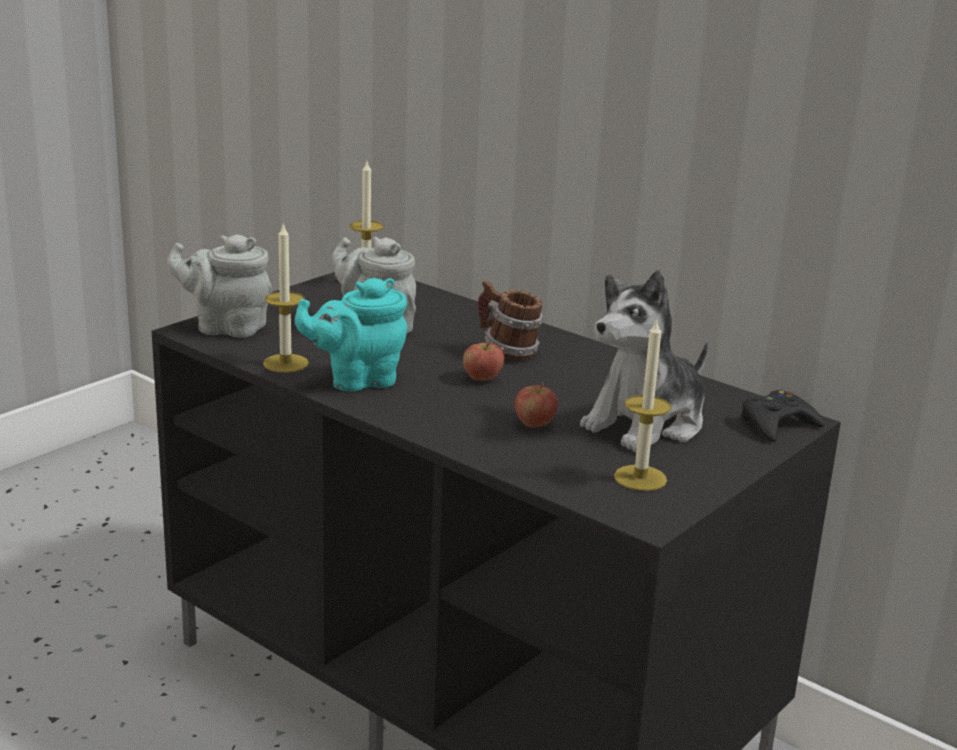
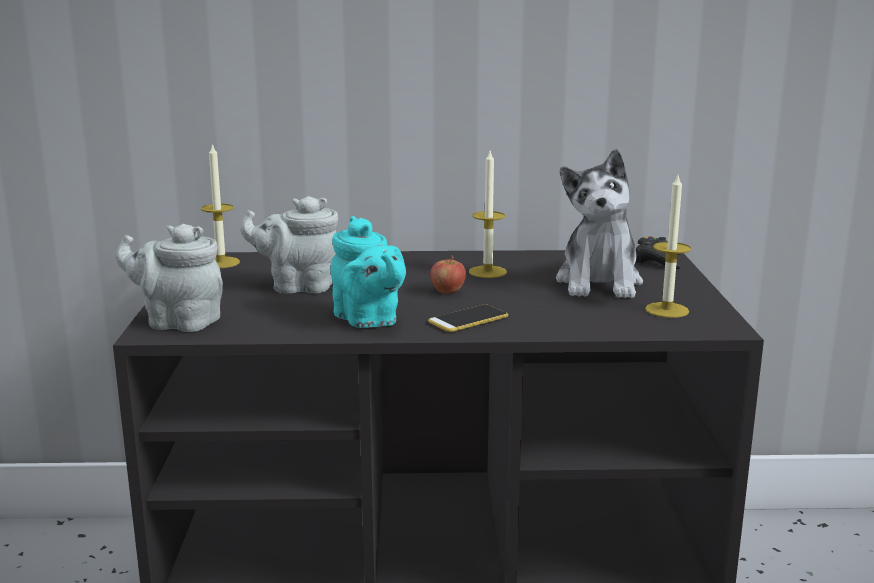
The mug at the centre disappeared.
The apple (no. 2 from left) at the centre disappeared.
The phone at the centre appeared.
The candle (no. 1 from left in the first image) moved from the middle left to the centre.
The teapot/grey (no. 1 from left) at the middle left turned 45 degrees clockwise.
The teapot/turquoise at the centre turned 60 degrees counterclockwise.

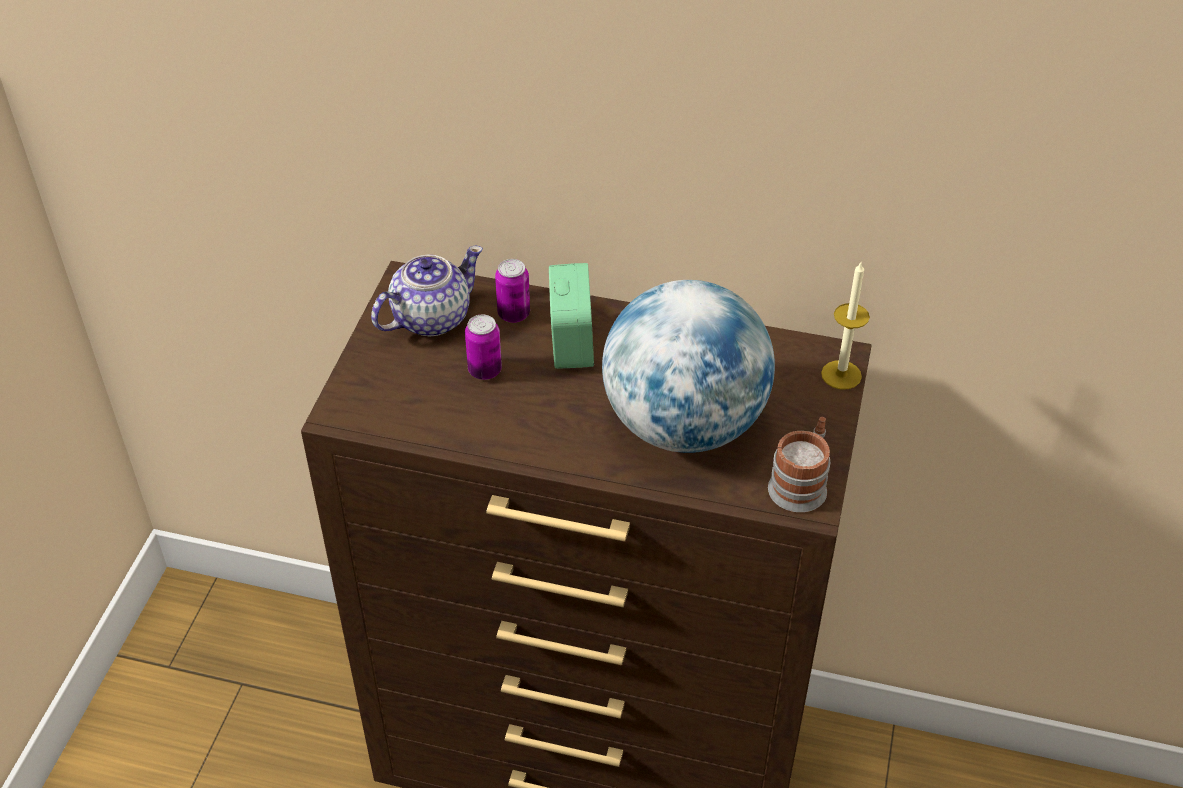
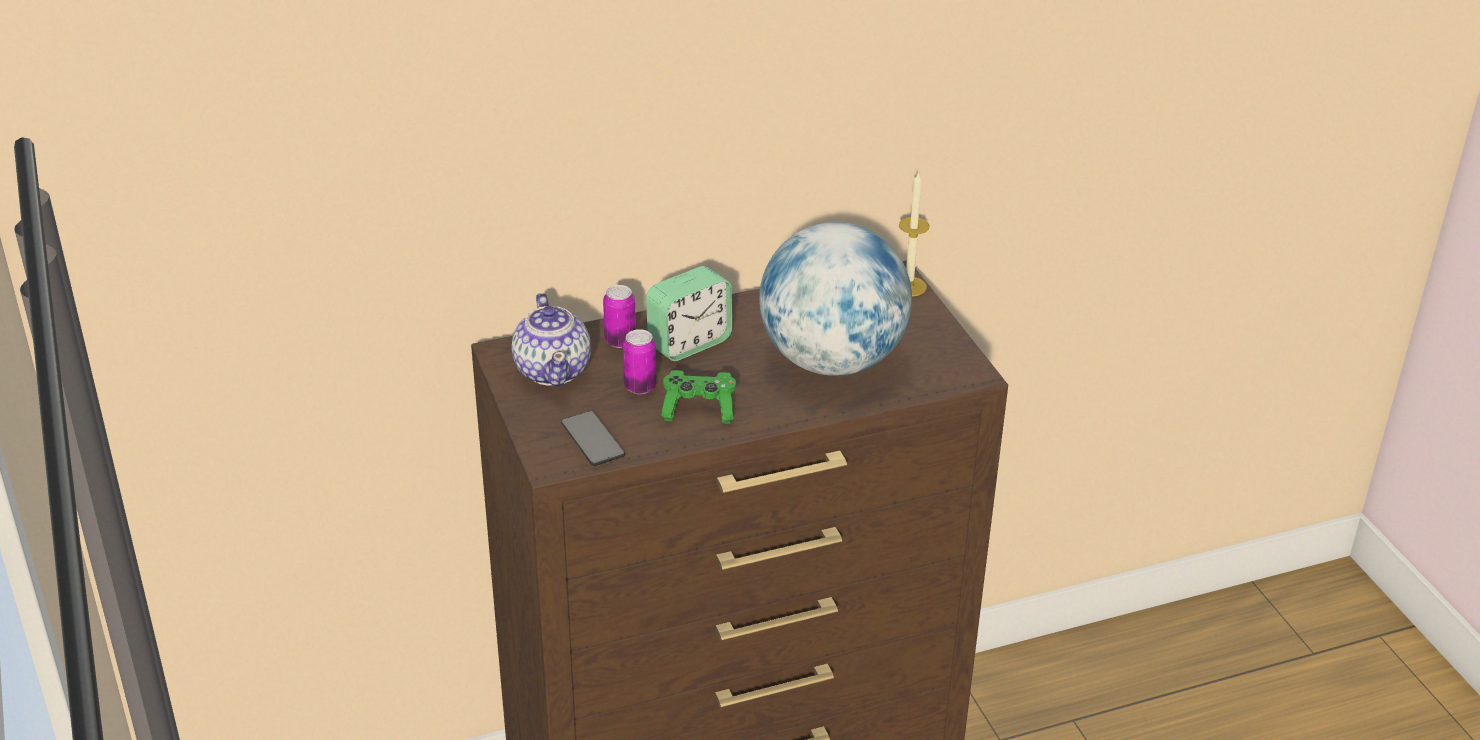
The mug at the middle right disappeared.
The phone at the centre appeared.
The game controller/green at the centre appeared.
The teapot at the centre turned 150 degrees clockwise.
The alarm clock at the centre turned 90 degrees clockwise.

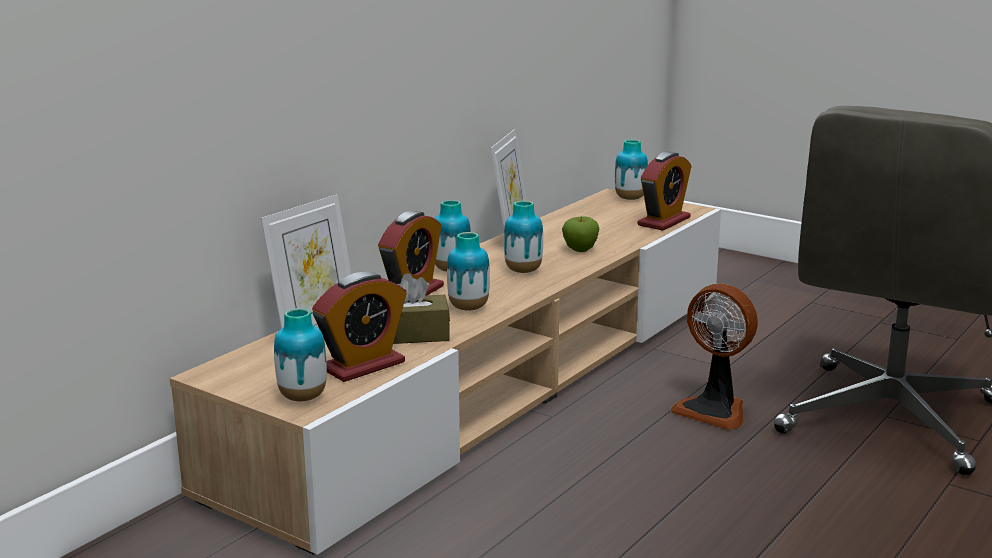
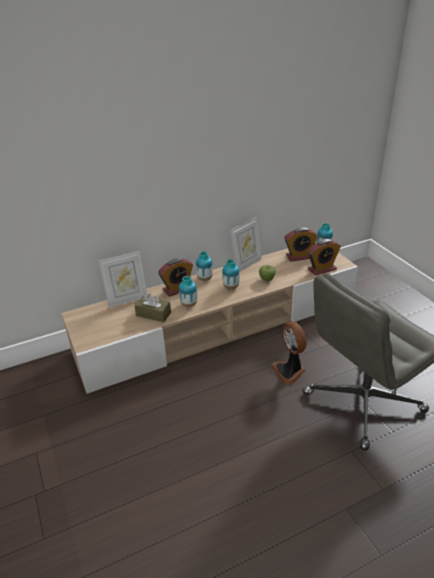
The vase (no. 1 from left) at the middle left disappeared.
The alarm clock (no. 1 from left in the first image) moved from the centre to the middle right.

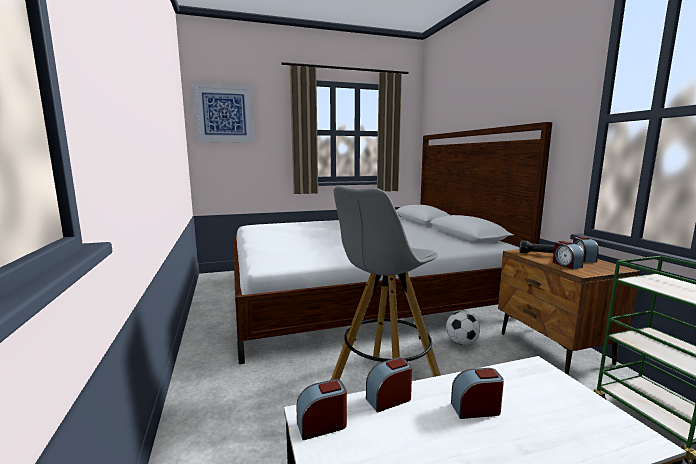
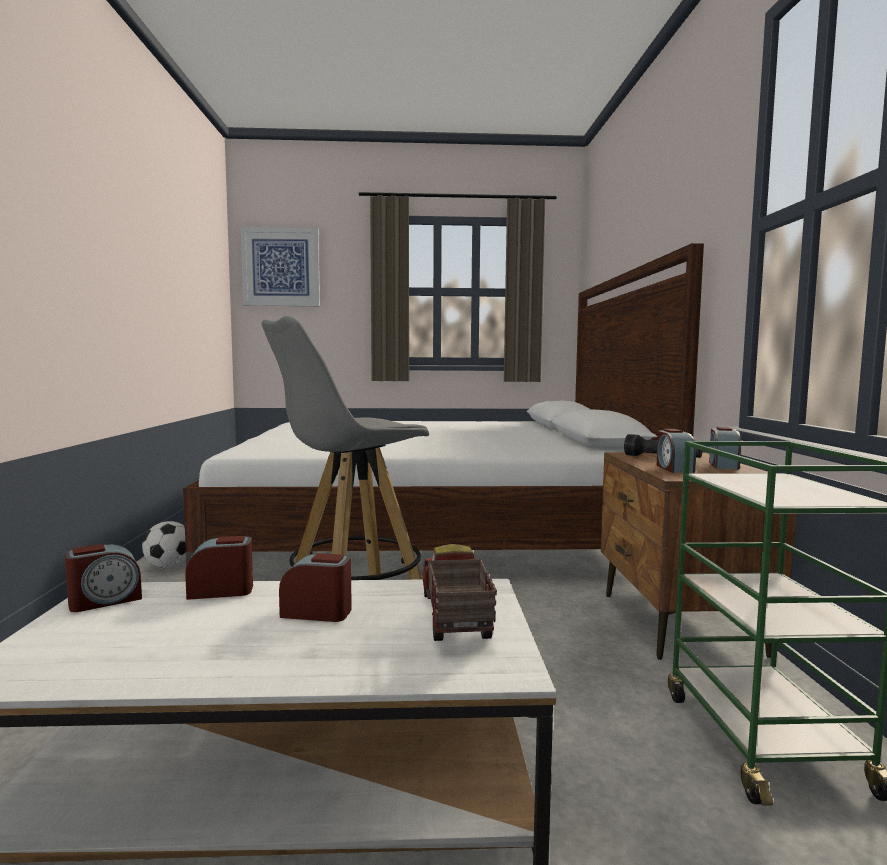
The toy truck at the bottom centre appeared.
The football moved from the bottom centre to the middle left.
The alarm clock (no. 1 from left) at the bottom centre turned 150 degrees clockwise.

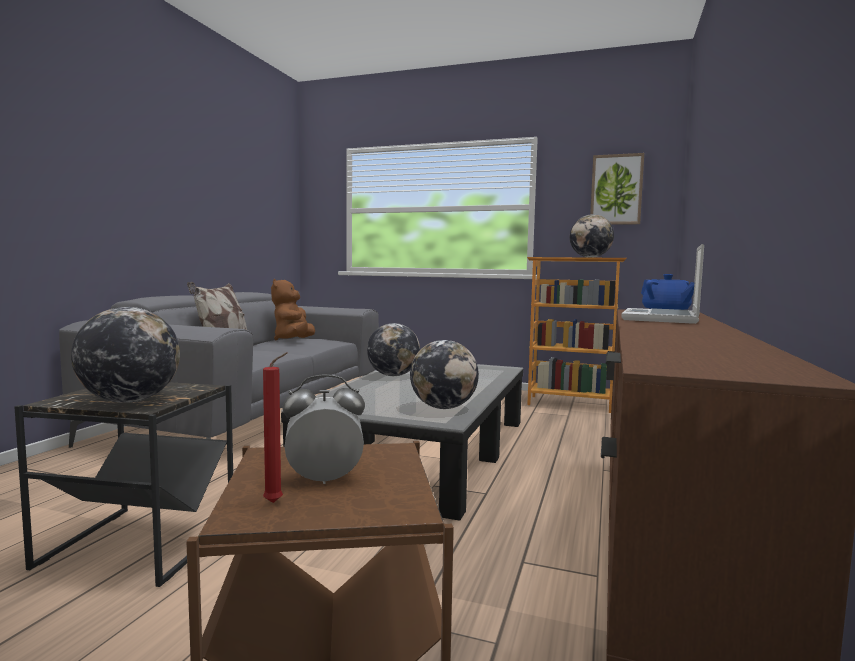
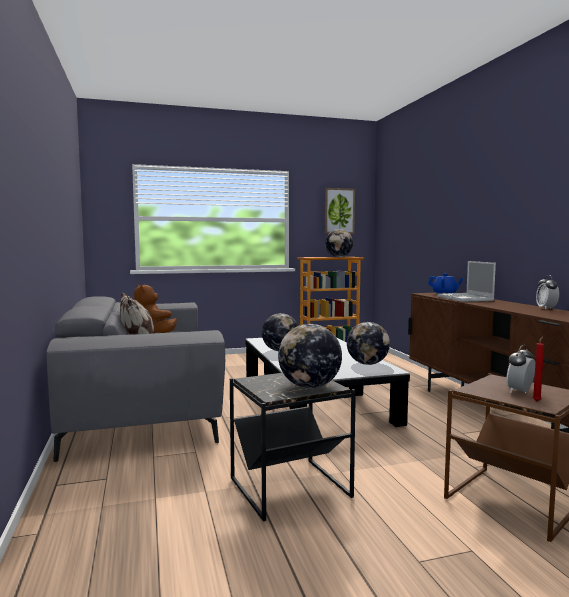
The alarm clock (no. 2 from left) at the middle right appeared.

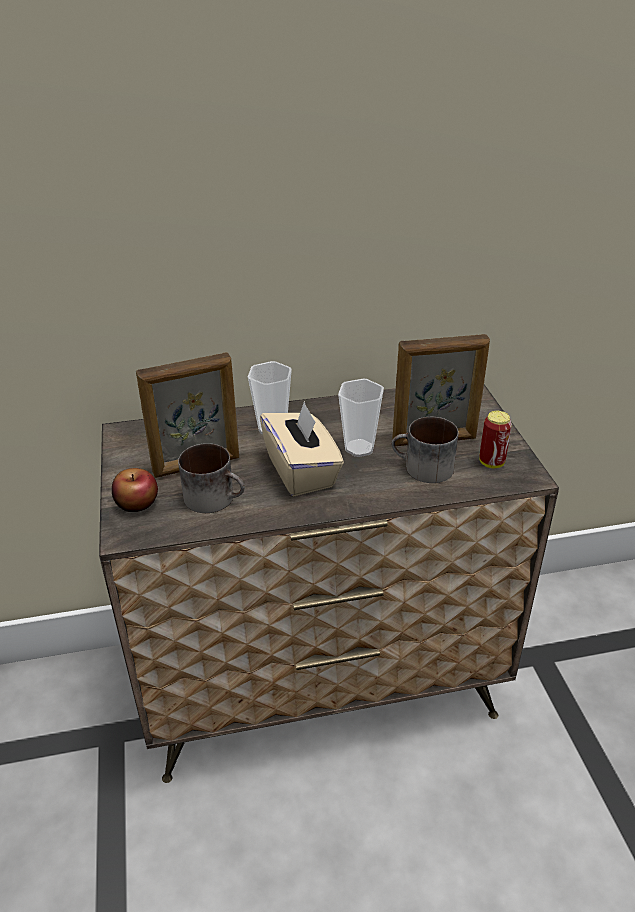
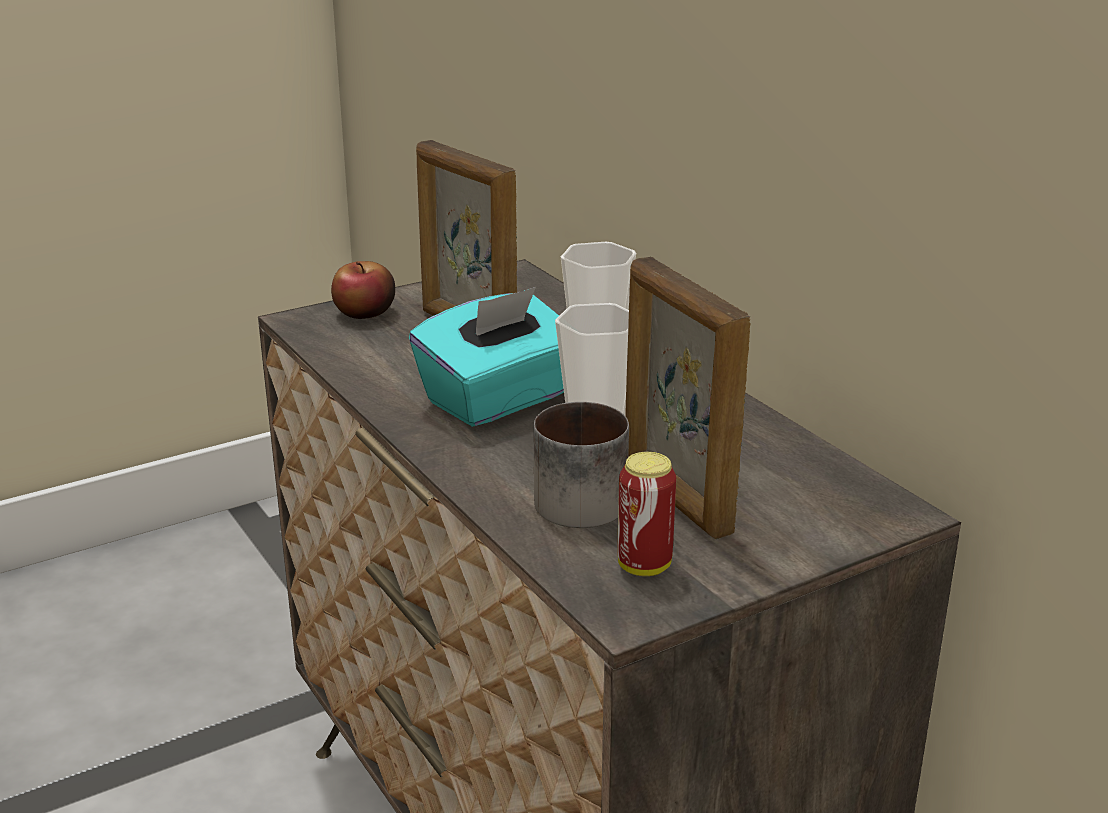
The mug (no. 1 from left) at the middle left disappeared.
The tissue box/beige at the centre became the tissue box/turquoise at the centre.

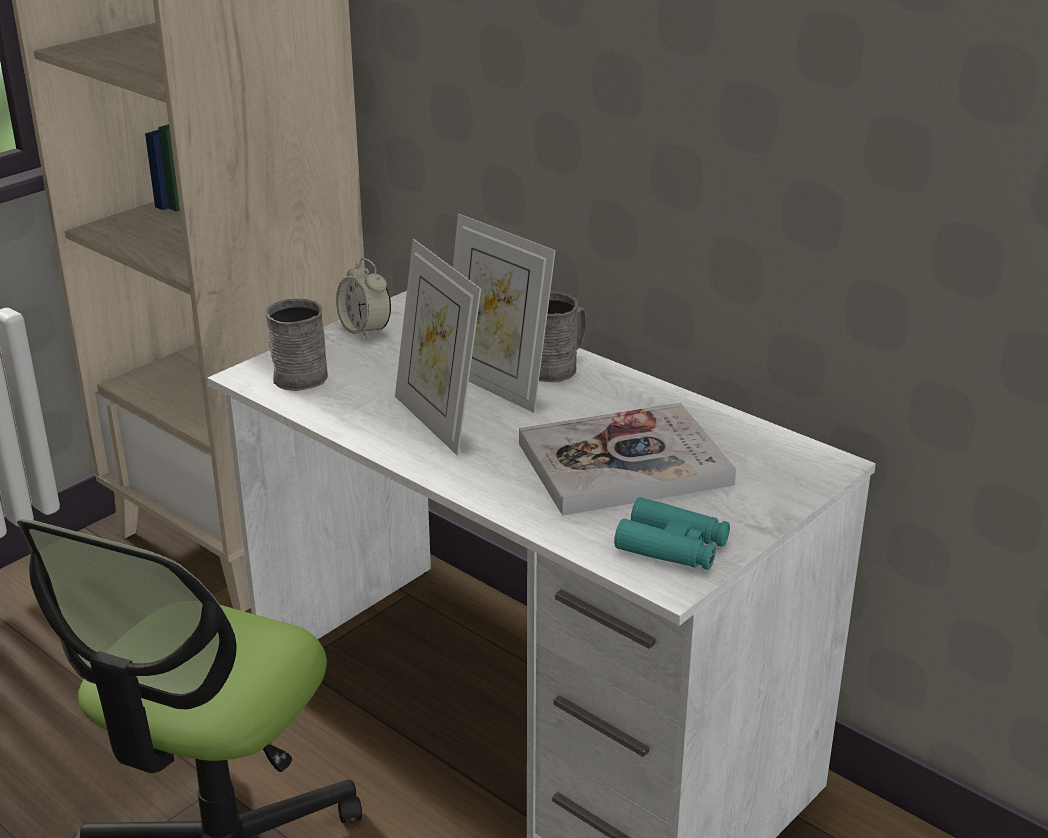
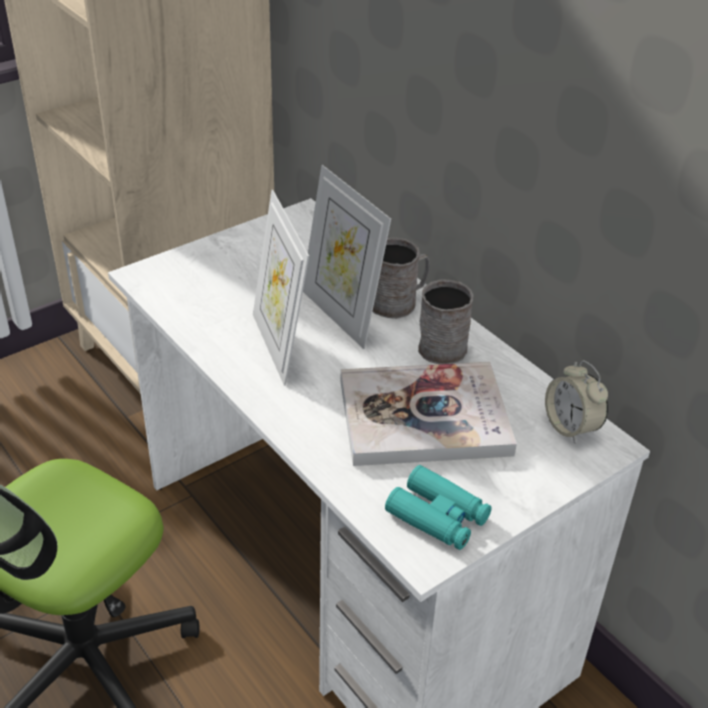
The mug/grey (no. 1 from left in the first image) moved from the middle left to the centre.
The alarm clock moved from the centre to the middle right.

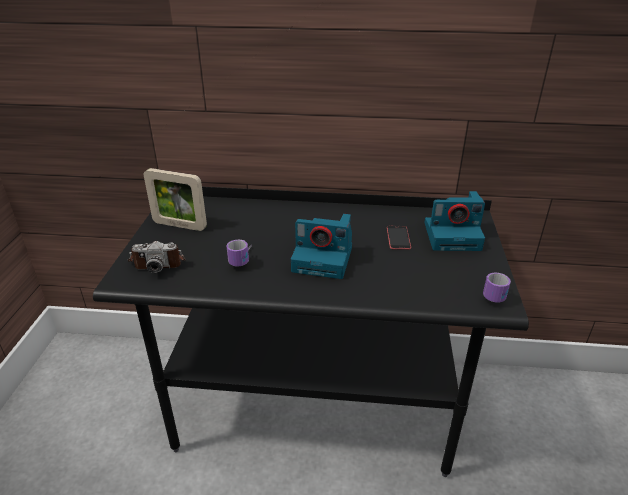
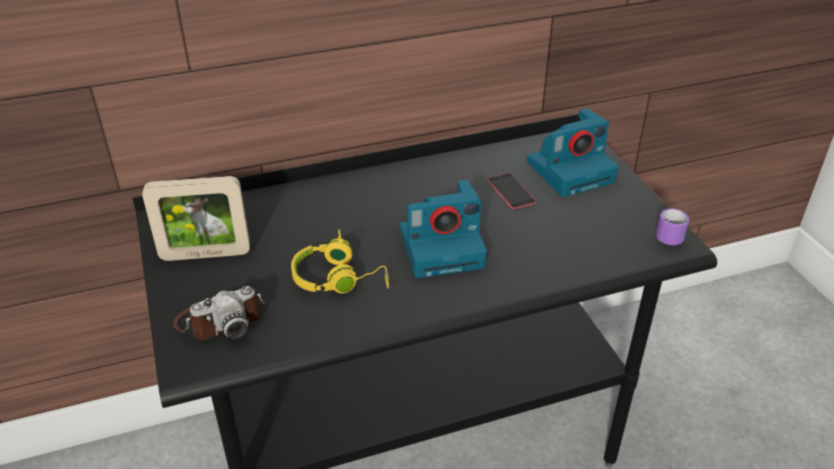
The mug (no. 1 from left) at the centre was replaced by the headphones/yellow at the centre.

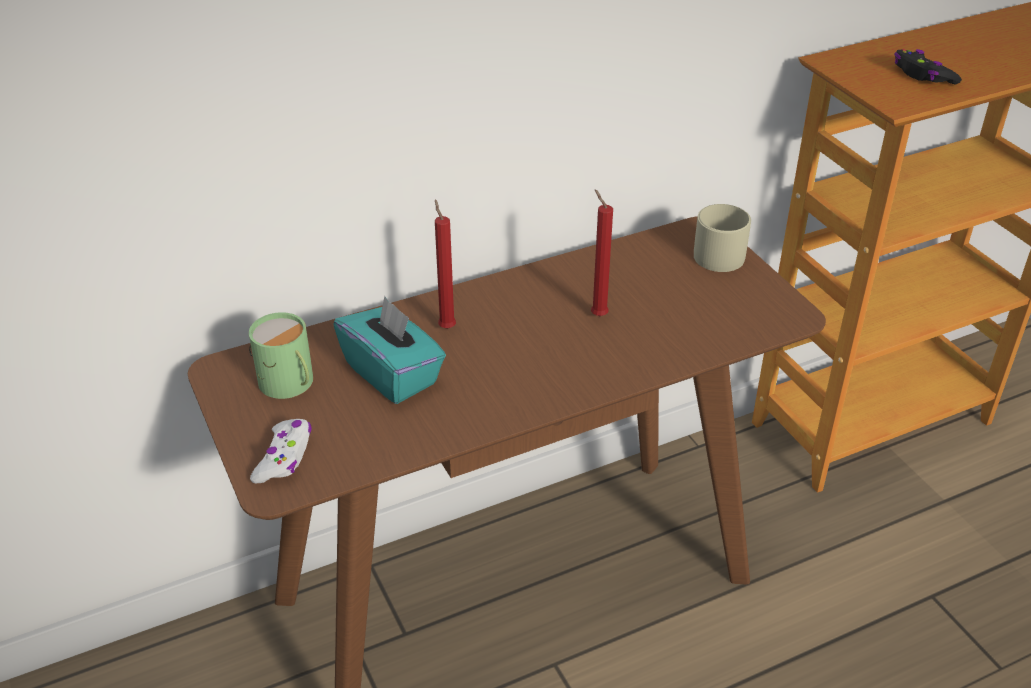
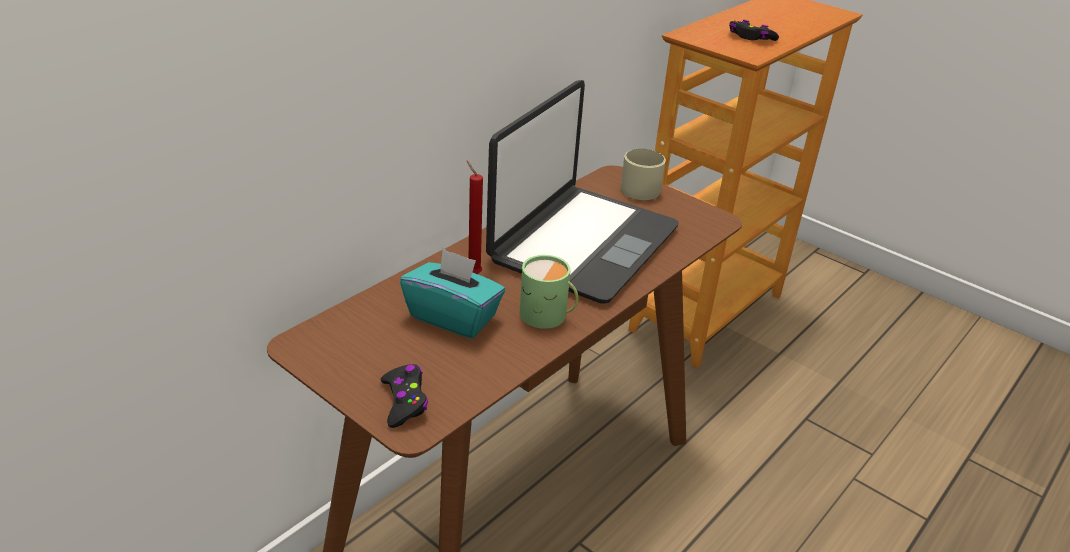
The mug/green moved from the middle left to the centre.
The candle/red (no. 2 from left) at the centre was replaced by the laptop at the centre.
The game controller/white at the middle left became the game controller/black (no. 1 from left) at the bottom centre.

